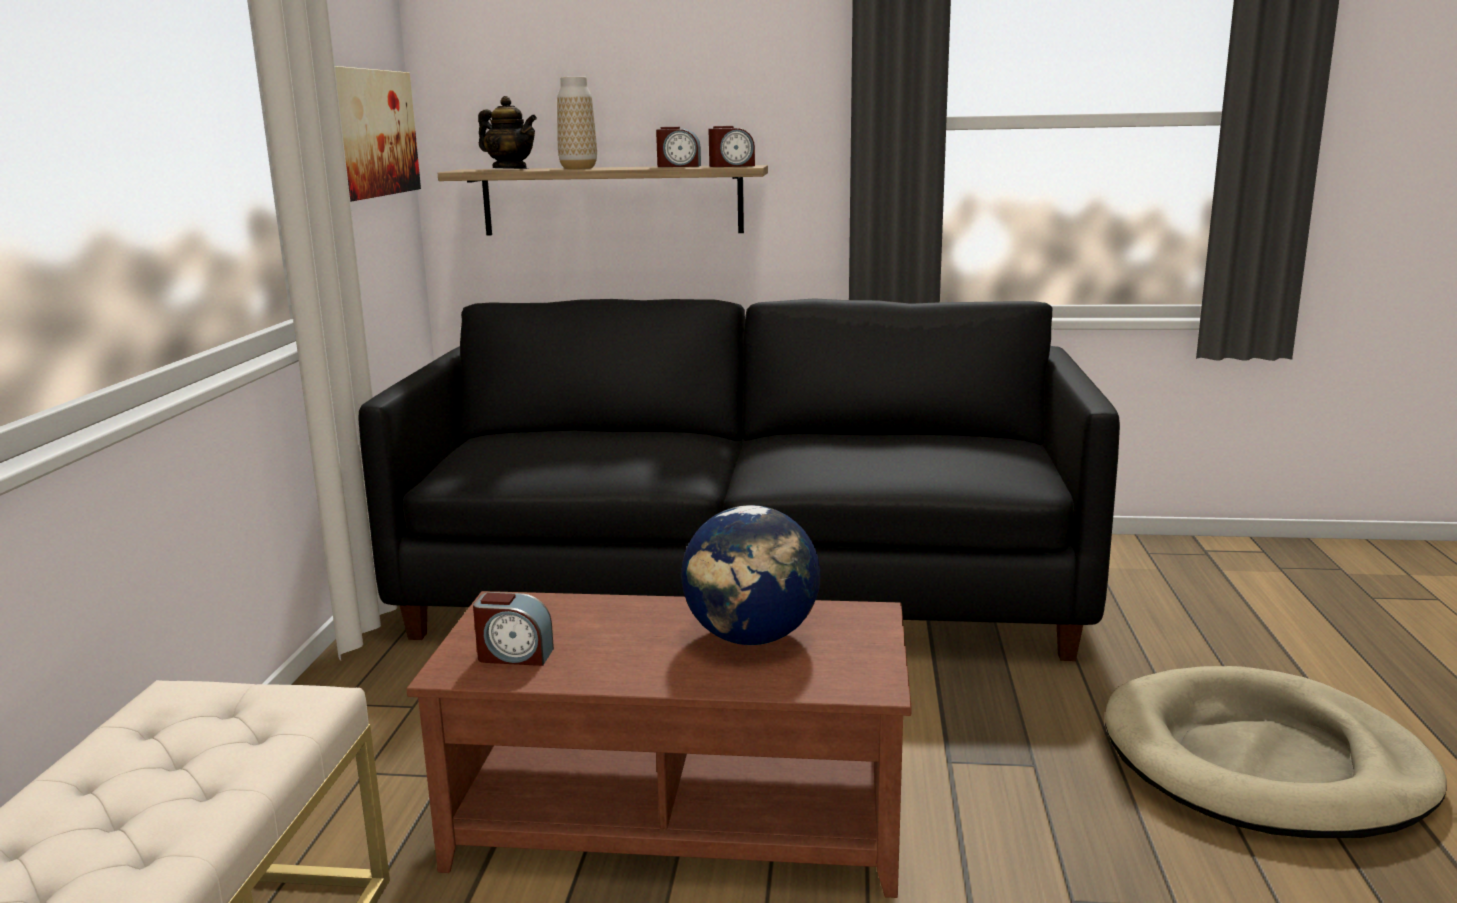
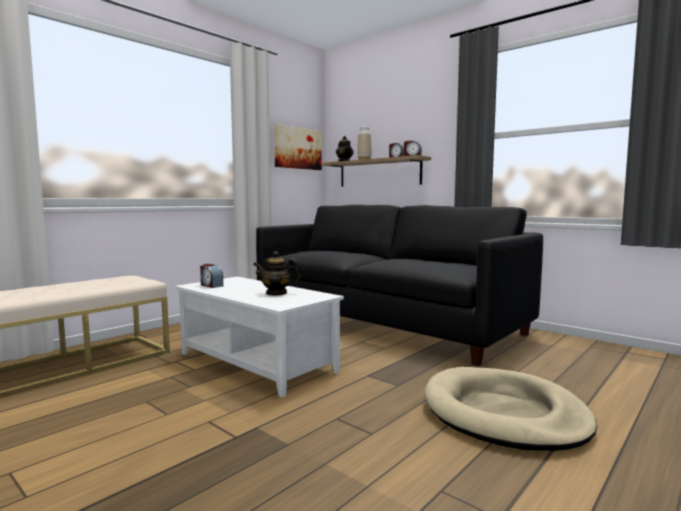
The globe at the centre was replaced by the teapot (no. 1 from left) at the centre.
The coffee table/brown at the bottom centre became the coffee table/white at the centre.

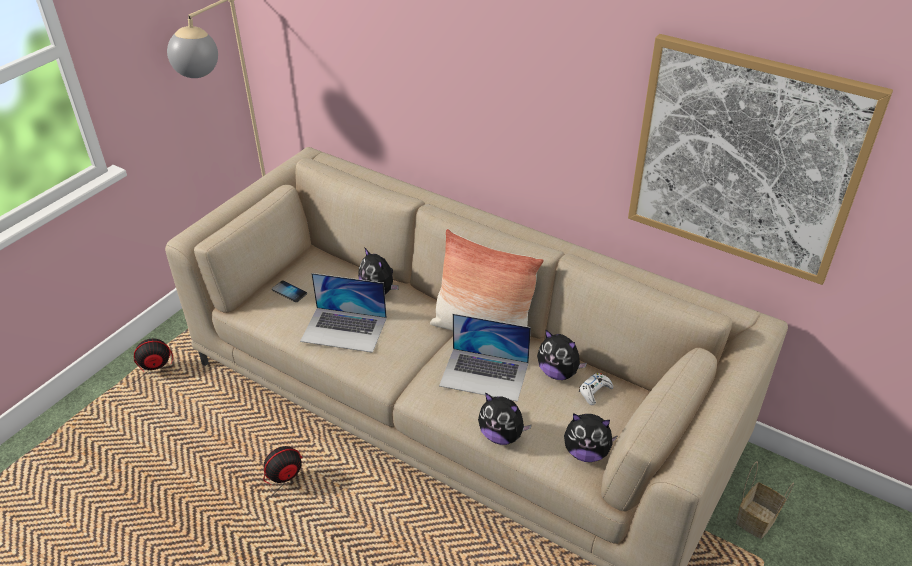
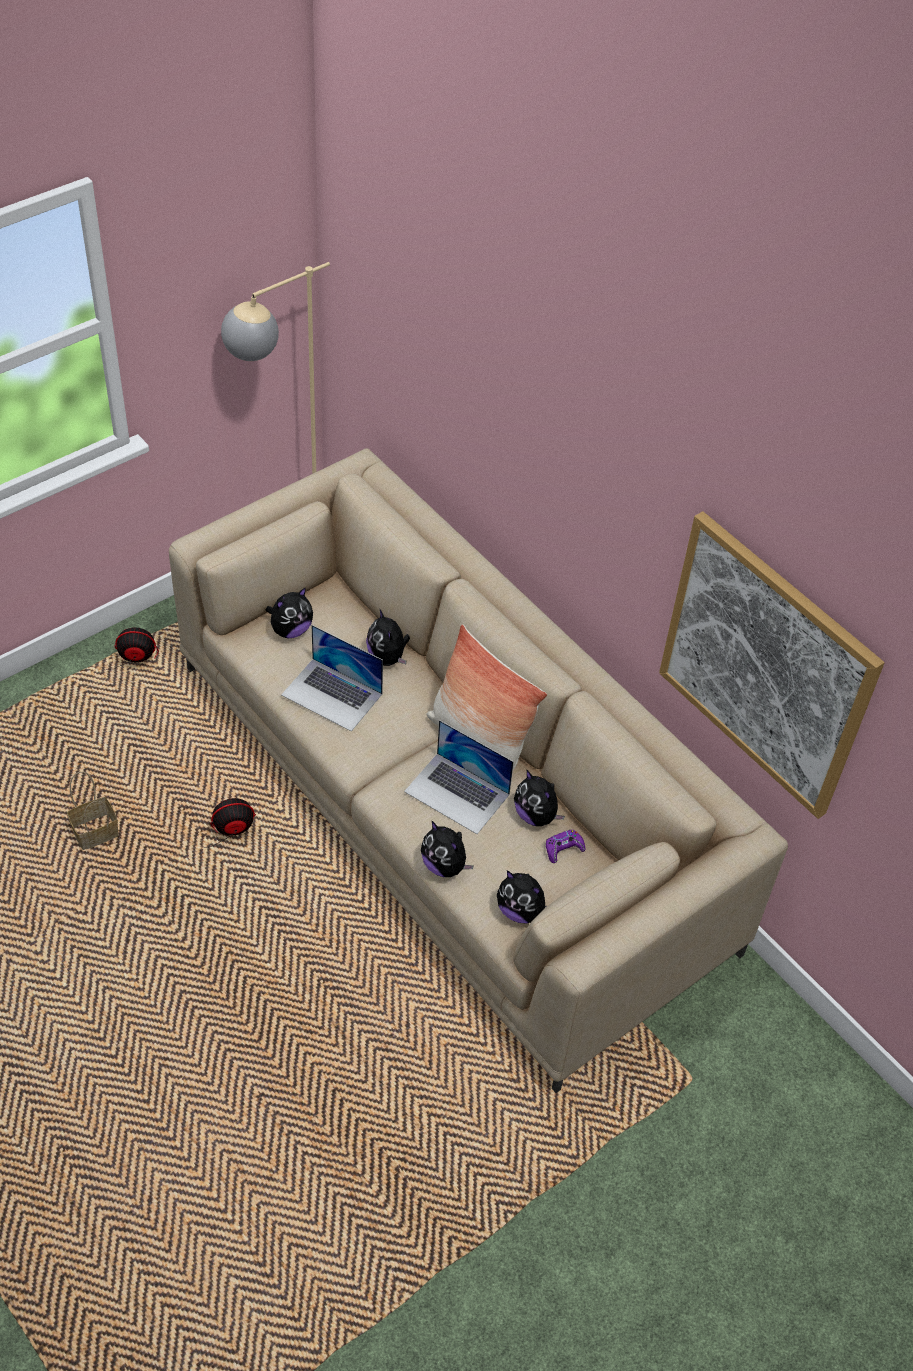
The basket moved from the bottom right to the middle left.
The phone at the middle left was replaced by the plush toy (no. 1 from left) at the middle left.
The game controller/white at the bottom centre became the game controller/purple at the centre.

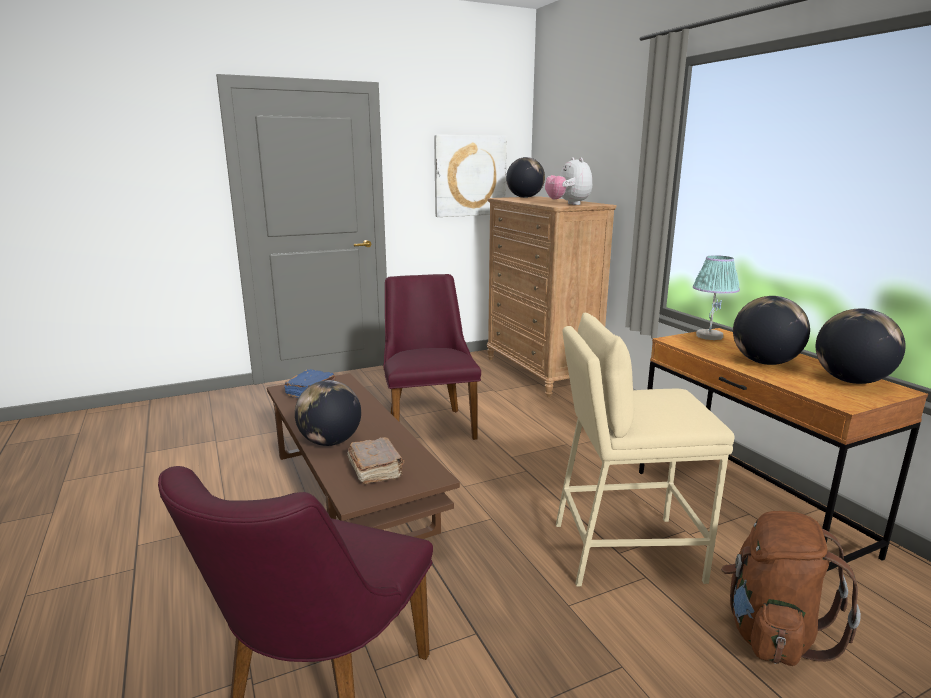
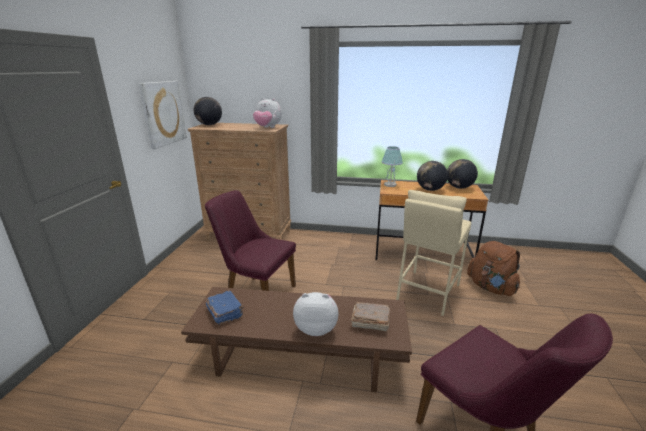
The globe (no. 1 from left) at the centre was replaced by the plush toy (no. 2 from left) at the bottom centre.

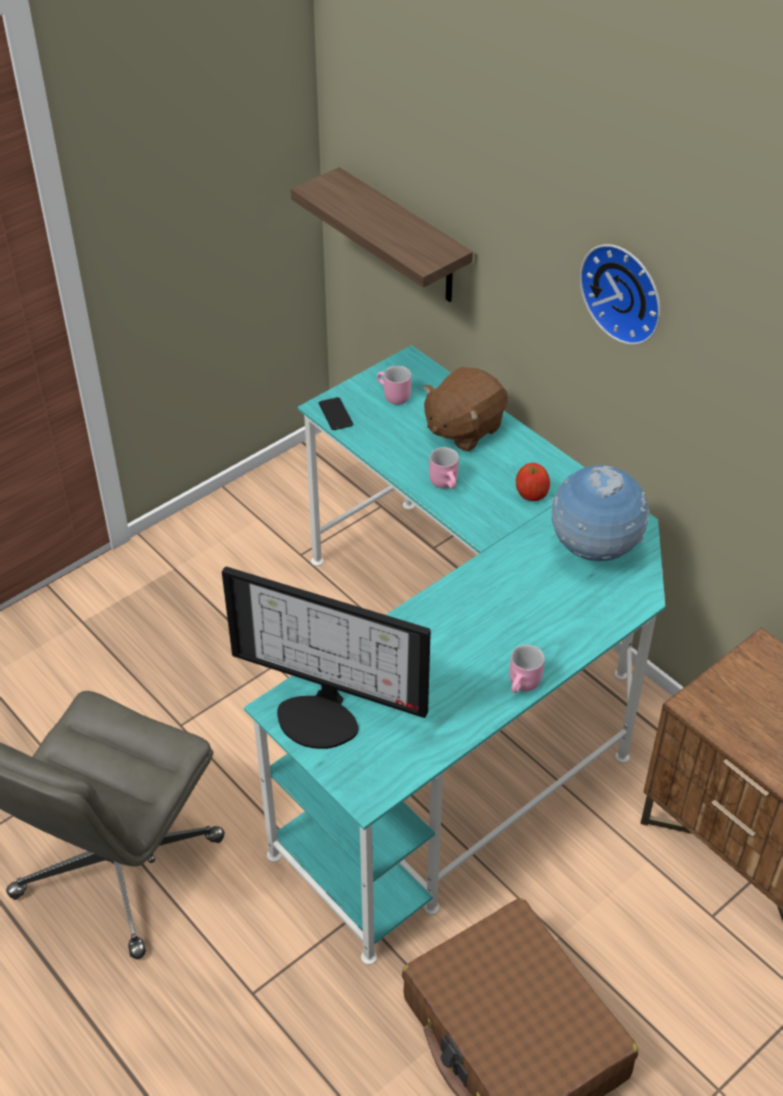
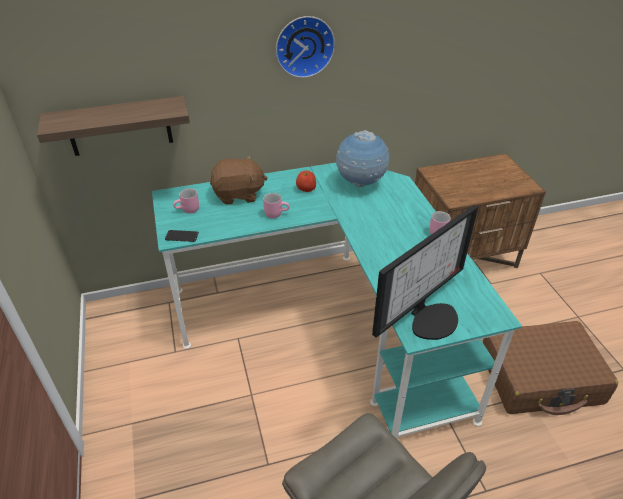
The plush toy/brown at the centre turned 75 degrees counterclockwise.

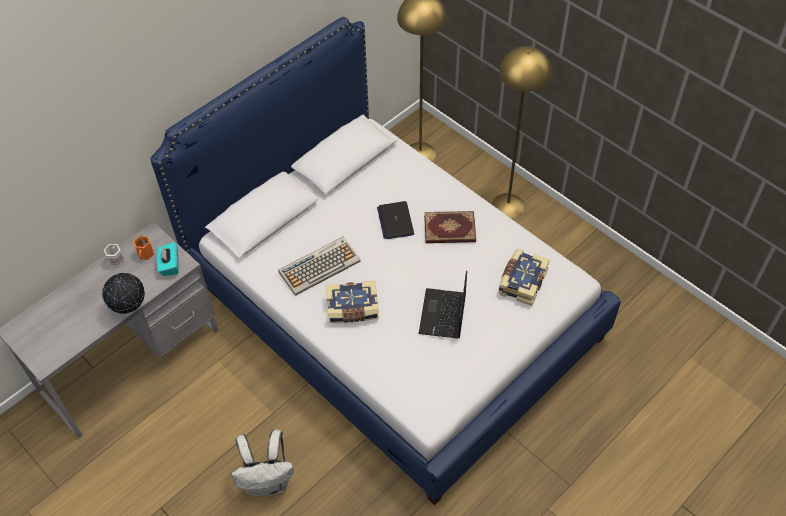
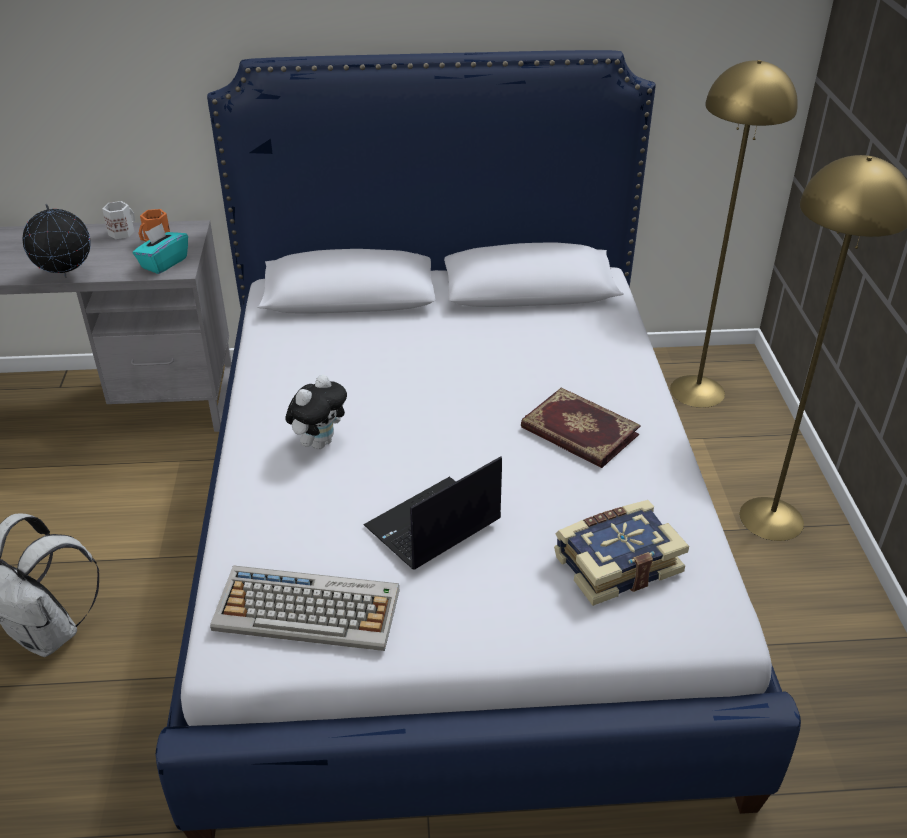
The laptop (no. 1 from left) at the centre disappeared.
The keyboard moved from the centre to the bottom centre.
The book (no. 1 from left) at the centre was replaced by the plush toy at the centre.

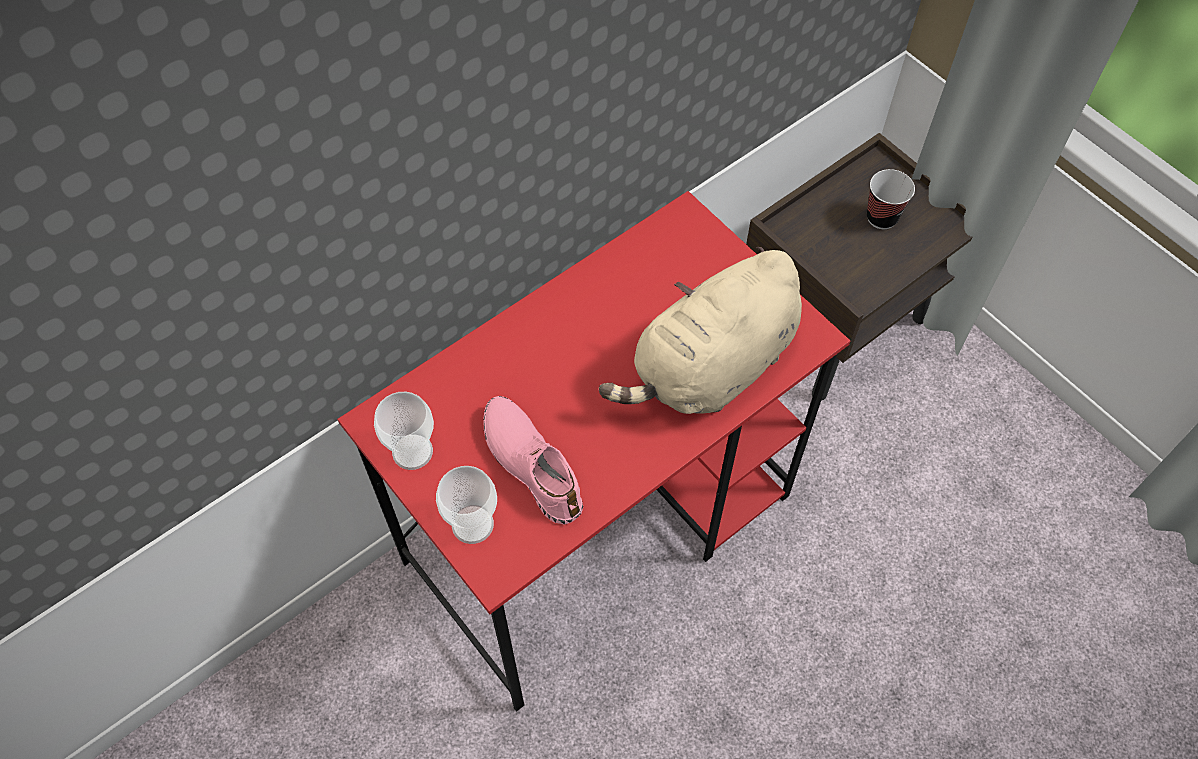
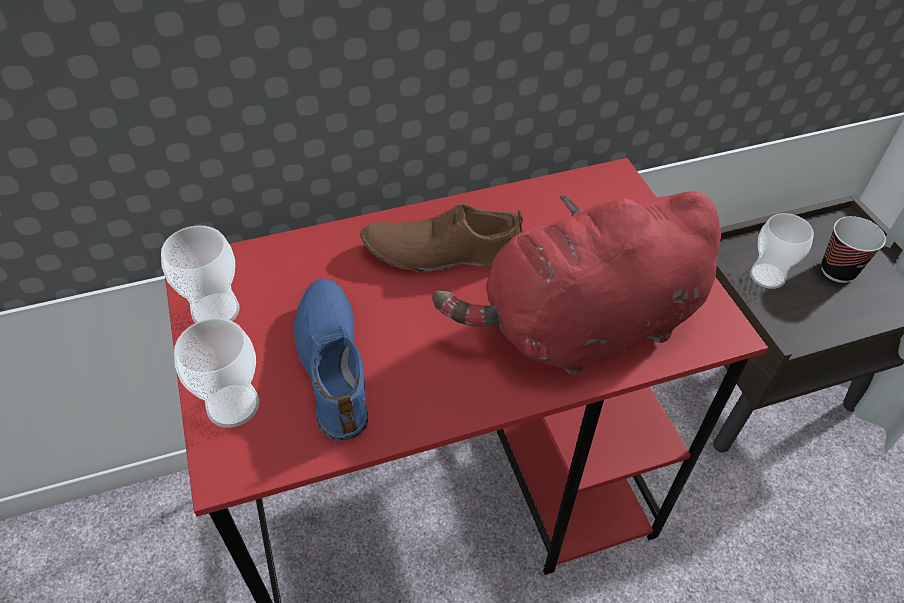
The shoe/brown at the centre appeared.
The cup (no. 3 from left) at the middle right appeared.
The shoe/pink at the centre became the shoe/blue at the centre.
The plush toy/beige at the centre became the plush toy/red at the centre.

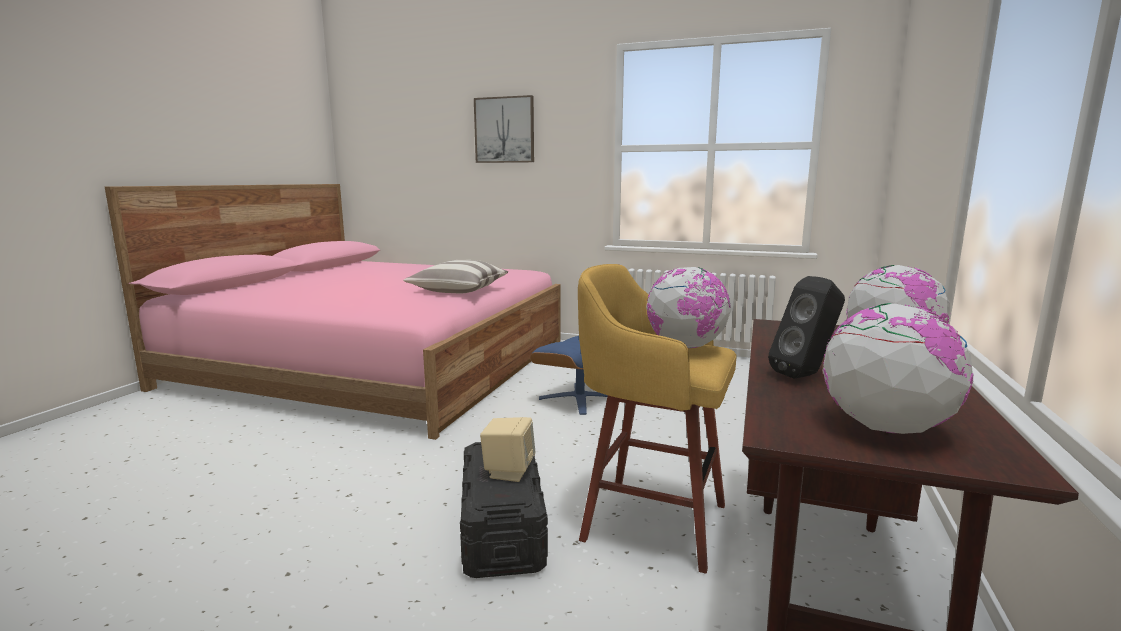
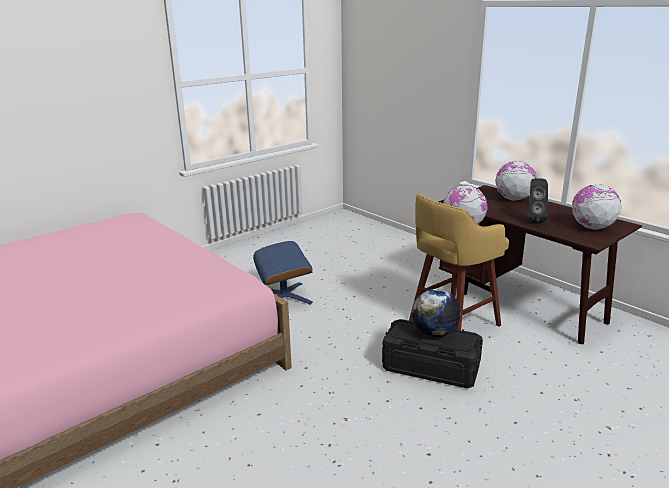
The pillow at the centre disappeared.
The picture at the top centre disappeared.
The speaker/beige at the bottom centre was replaced by the globe (no. 1 from left) at the centre.

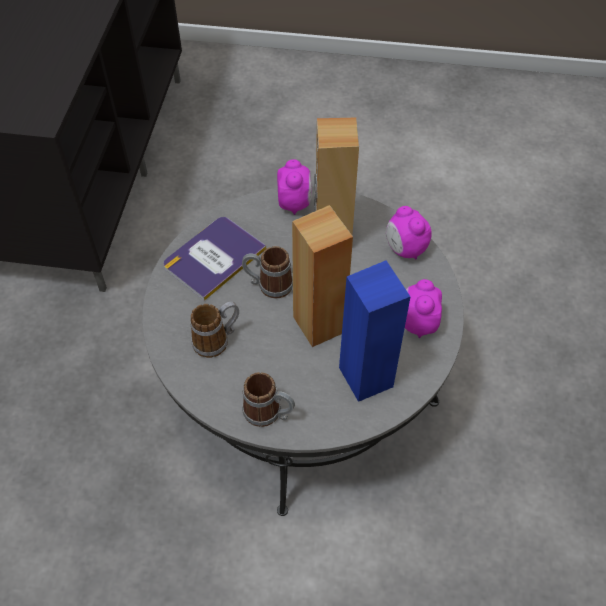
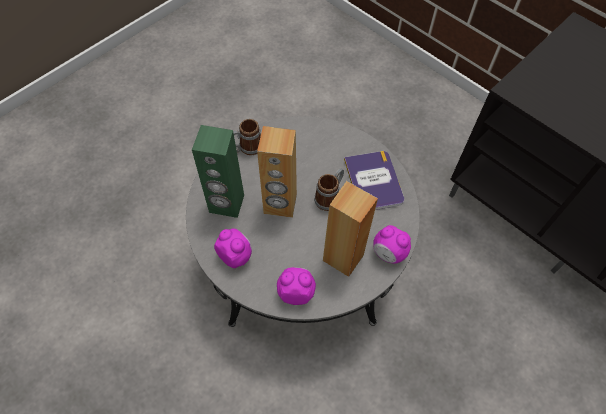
The mug (no. 1 from left) at the centre disappeared.
The speaker/blue at the centre became the speaker/green at the centre.

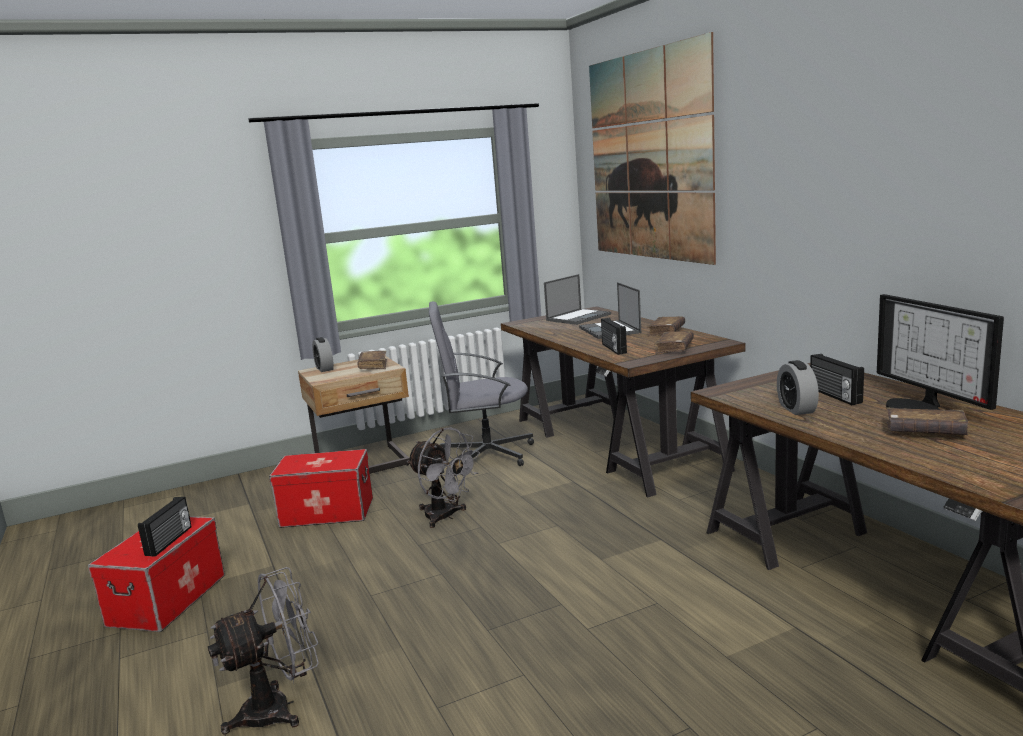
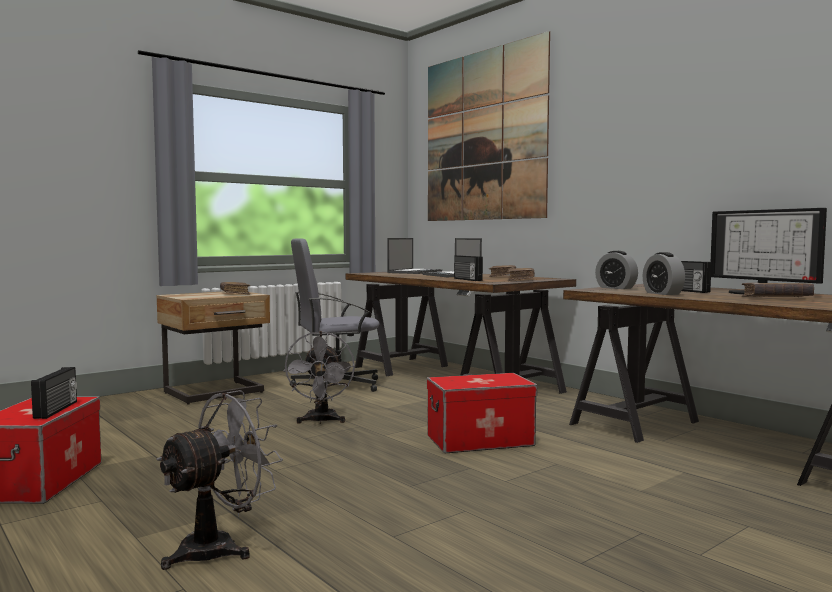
The storage box (no. 2 from left) moved from the middle left to the bottom centre.
The alarm clock (no. 1 from left) moved from the middle left to the middle right.
The fan/grey (no. 2 from left) at the centre turned 60 degrees clockwise.

